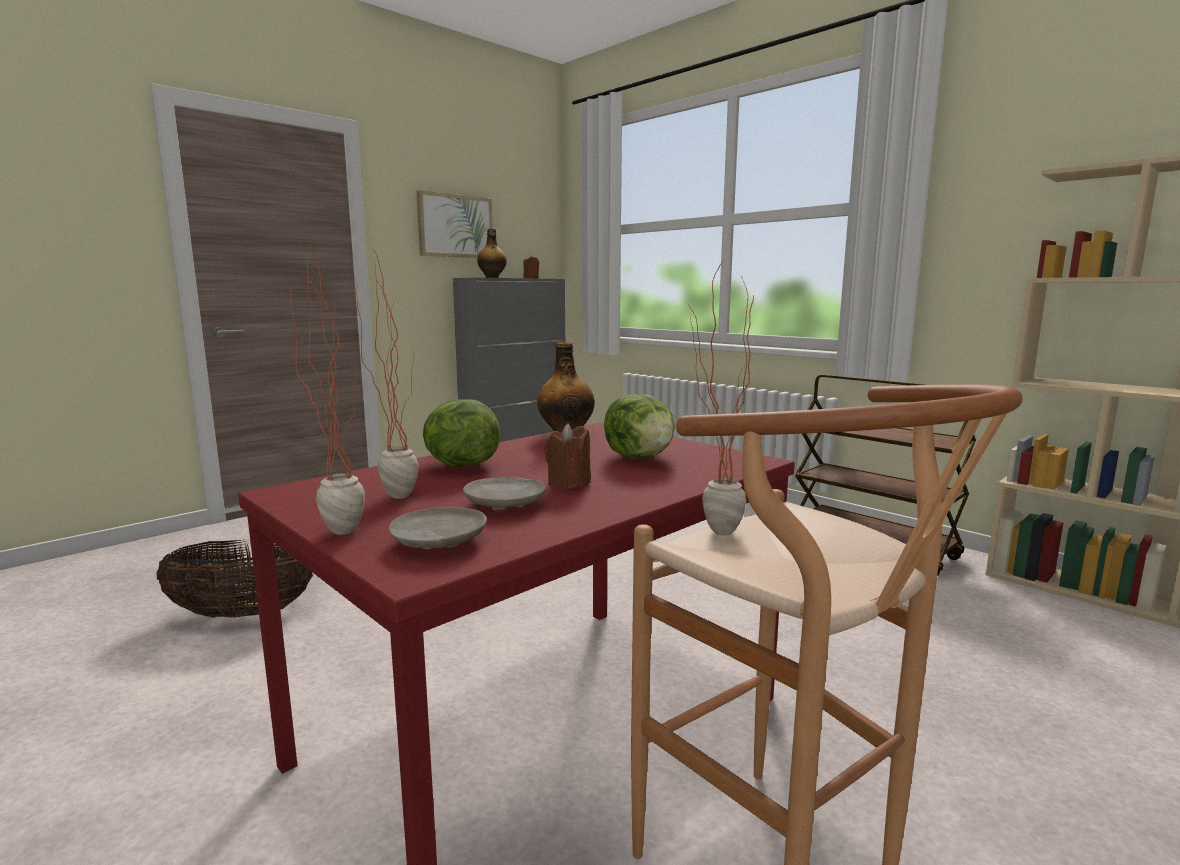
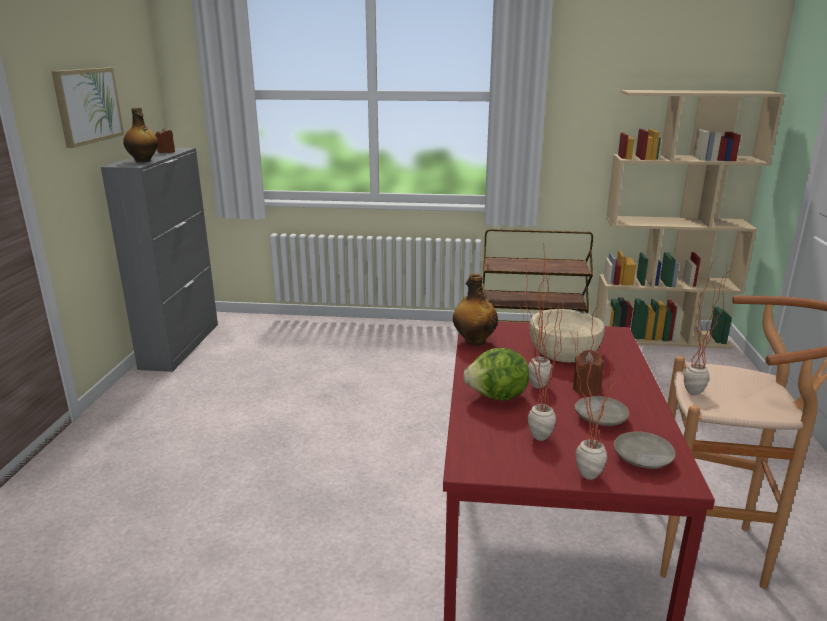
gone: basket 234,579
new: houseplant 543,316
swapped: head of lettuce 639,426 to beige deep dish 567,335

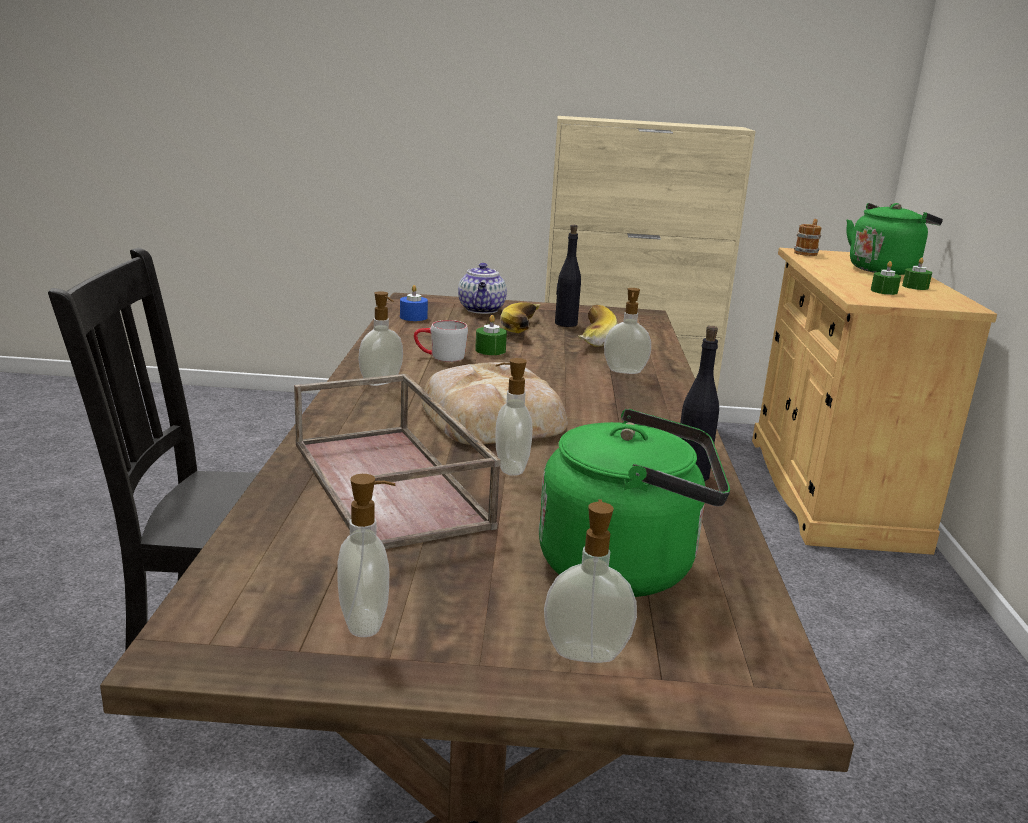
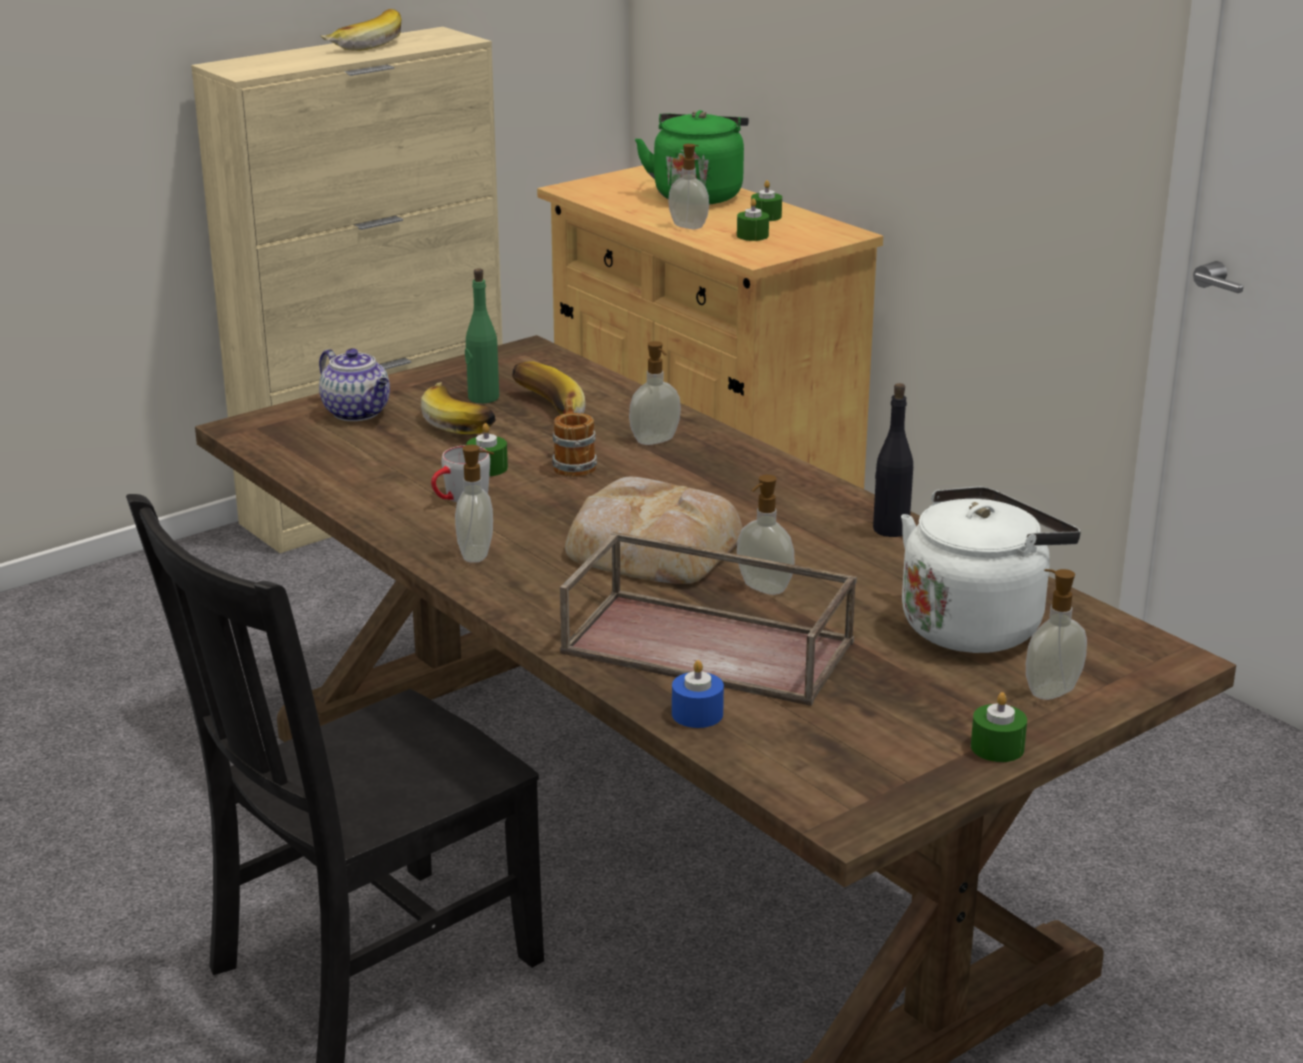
new: banana fruit 361,30; greenish candle 999,727
shifted: soap bottle 366,555 to 688,186; blue candle 414,303 to 698,694; tea mug 808,237 to 574,437
repainted: greenish water kettle 634,503 to white-coloured water kettle 991,569; black drink bottle 568,276 to greenish drink bottle 482,335

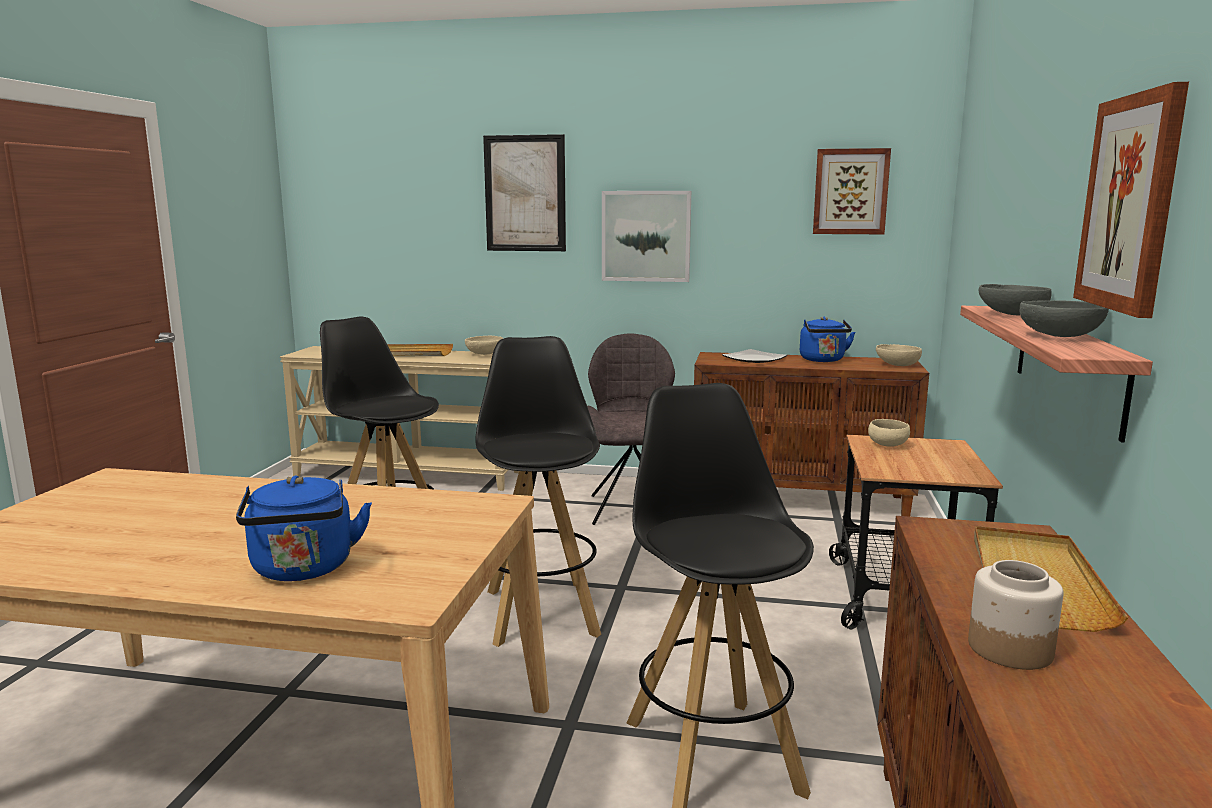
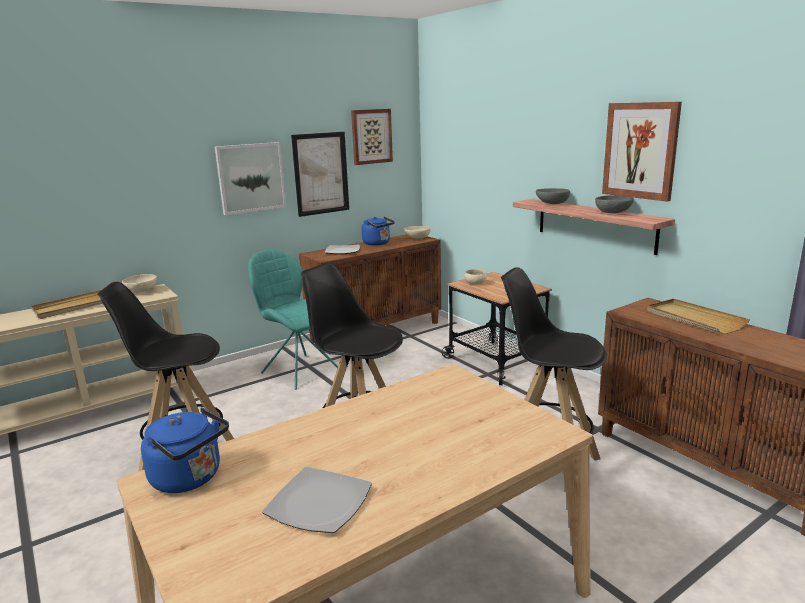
gone: jar 1015,615
new: dinner plate 317,500
shifted: blue water kettle 304,528 to 185,450; picture 524,192 to 320,174
repainted: gray chair 631,429 to turquoise-coloured chair 293,320

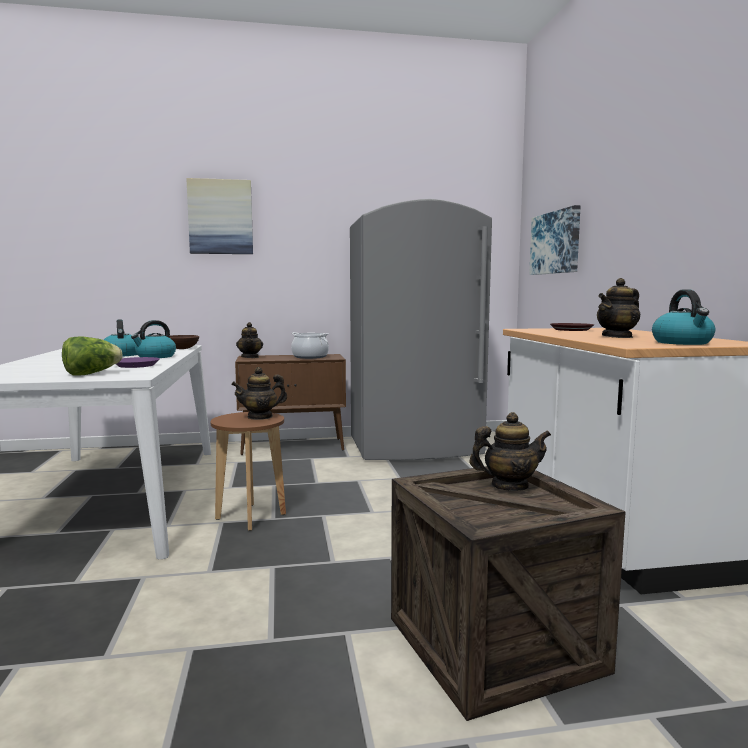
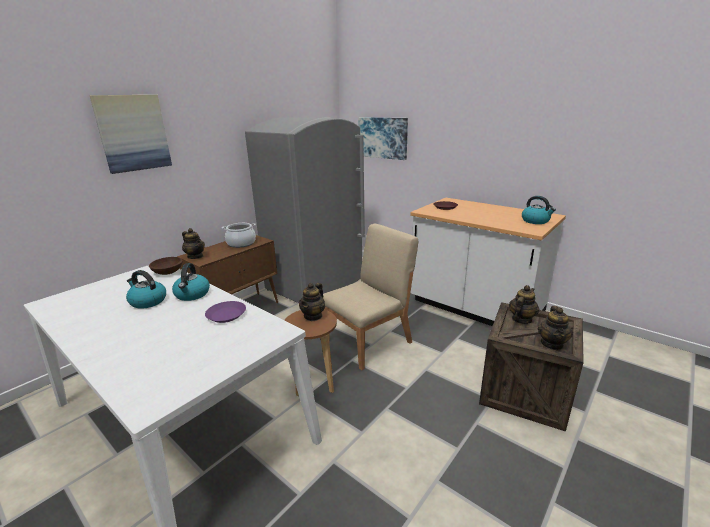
gone: head of lettuce 92,355
new: beige chair 370,296
shifted: pot for tea 618,308 to 555,328

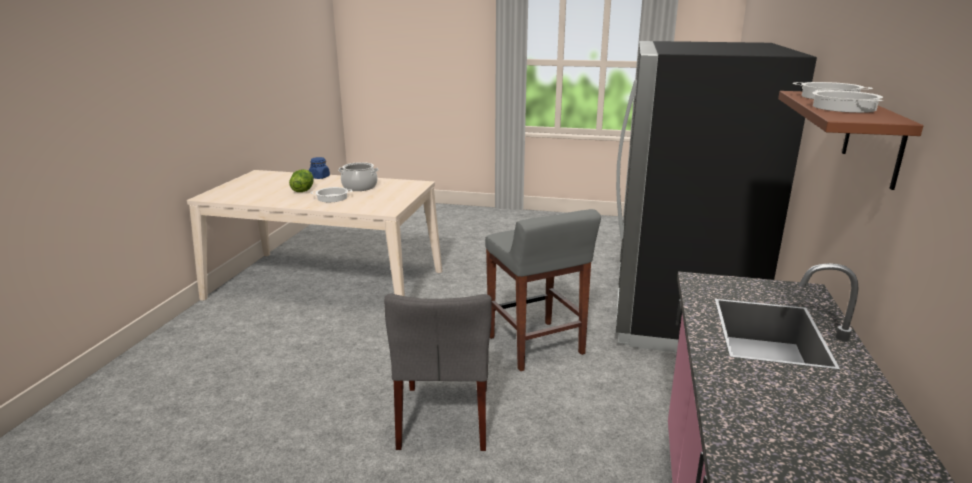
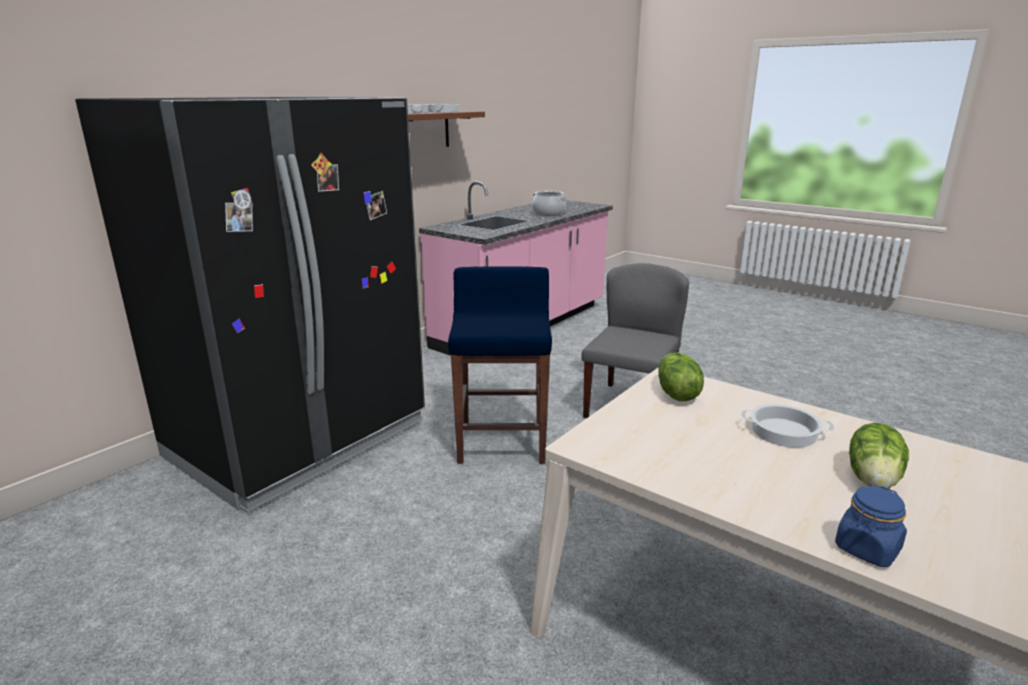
new: head of lettuce 681,377
shifted: saucepot 358,176 to 549,203
repainted: gray stool 543,290 to blue stool 500,365

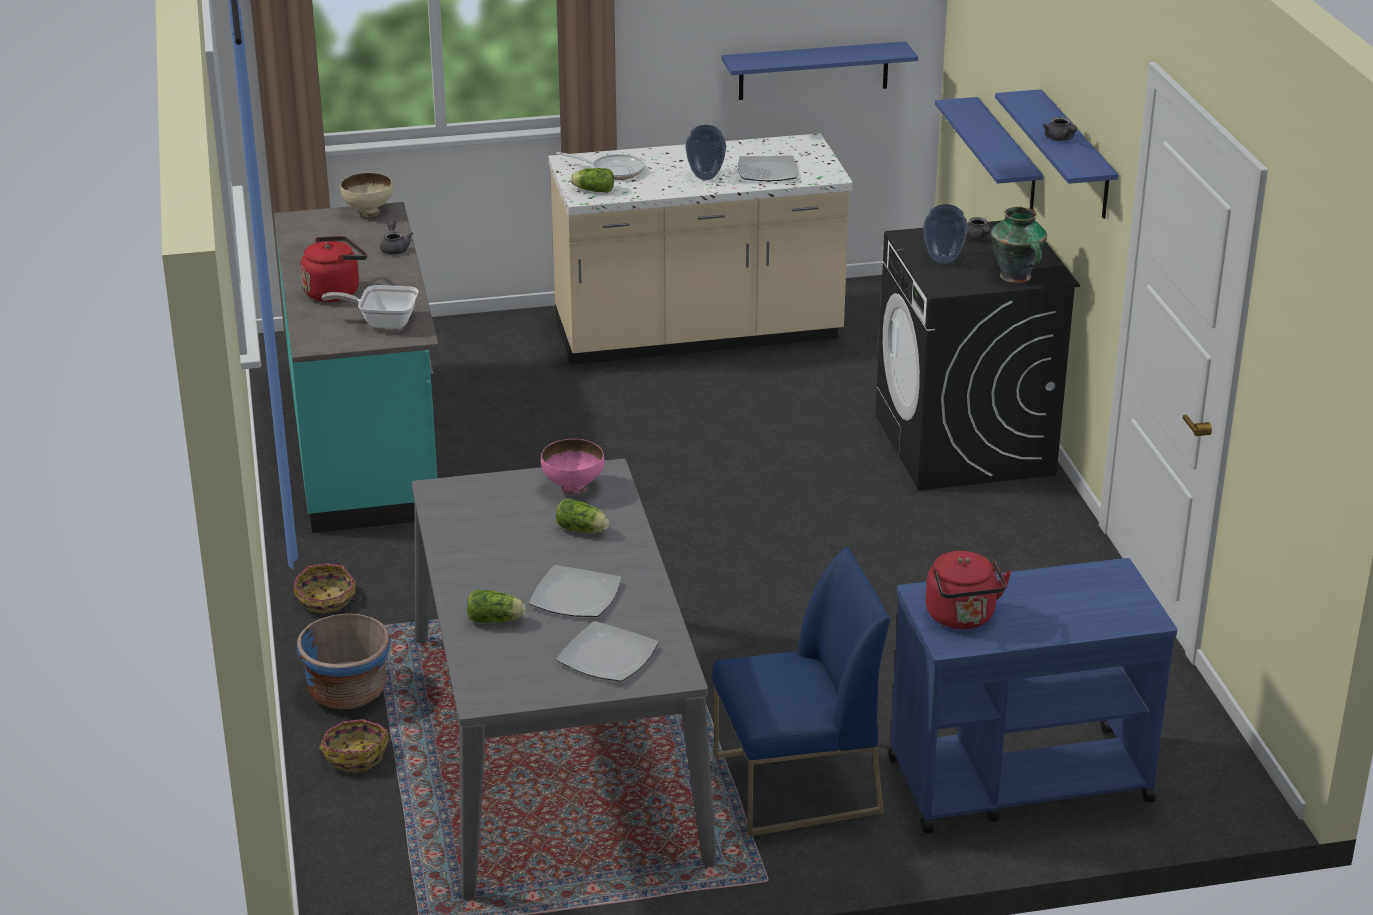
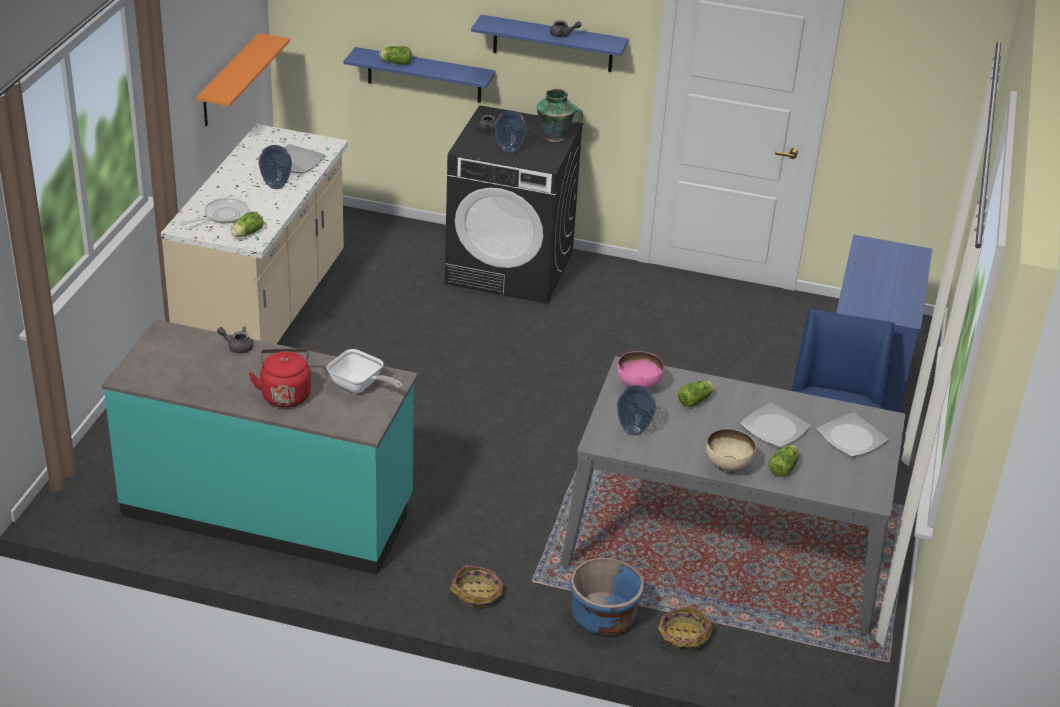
gone: red water kettle 968,590
new: head of lettuce 395,55; decorative vase 636,410
shifted: beige deep dish 367,195 to 731,451
repainted: blue shelf 820,70 to orange shelf 243,79
rotated: frying pan 370,307 = 364,371 90 degrees counterclockwise

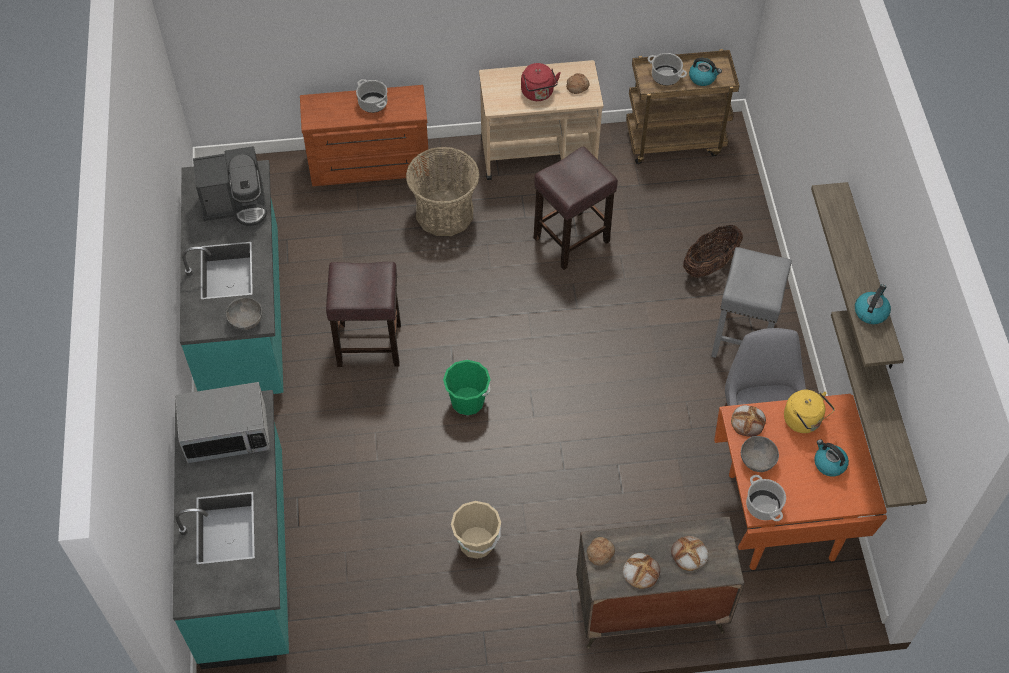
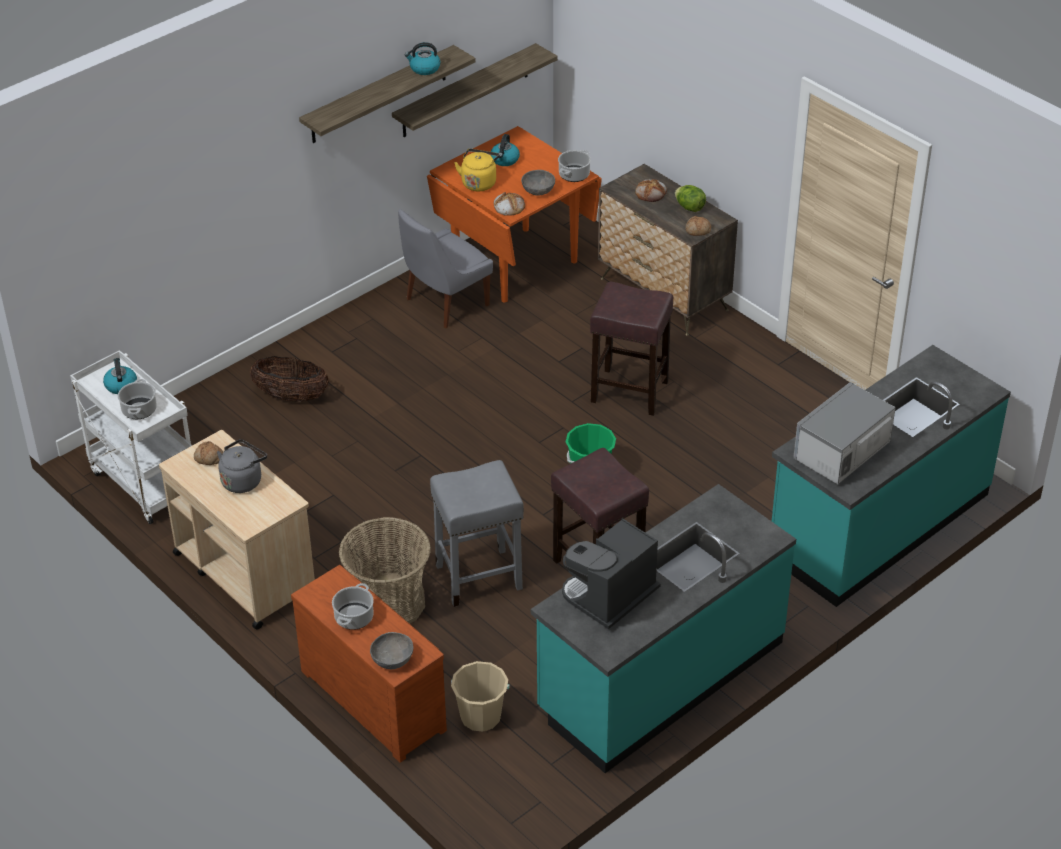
shifted: gray deep dish 244,313 to 391,650; beige bucket 476,530 to 480,696; brown-coloured stool 576,208 to 631,349; gray stool 751,302 to 477,533
swapped: bakery bread 641,571 to head of lettuce 690,198
repainted: red water kettle 541,82 to gray water kettle 242,466; brown-coloured wheeled cart 683,106 to white-coloured wheeled cart 131,437
rotated: microwave 222,422 = 844,433 90 degrees counterclockwise; coffee machine 230,186 = 611,573 90 degrees counterclockwise

